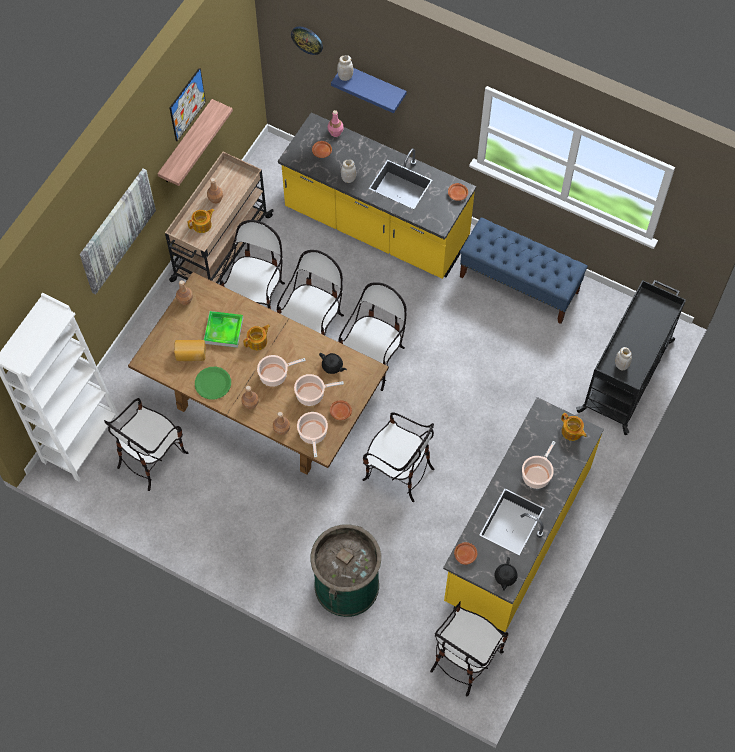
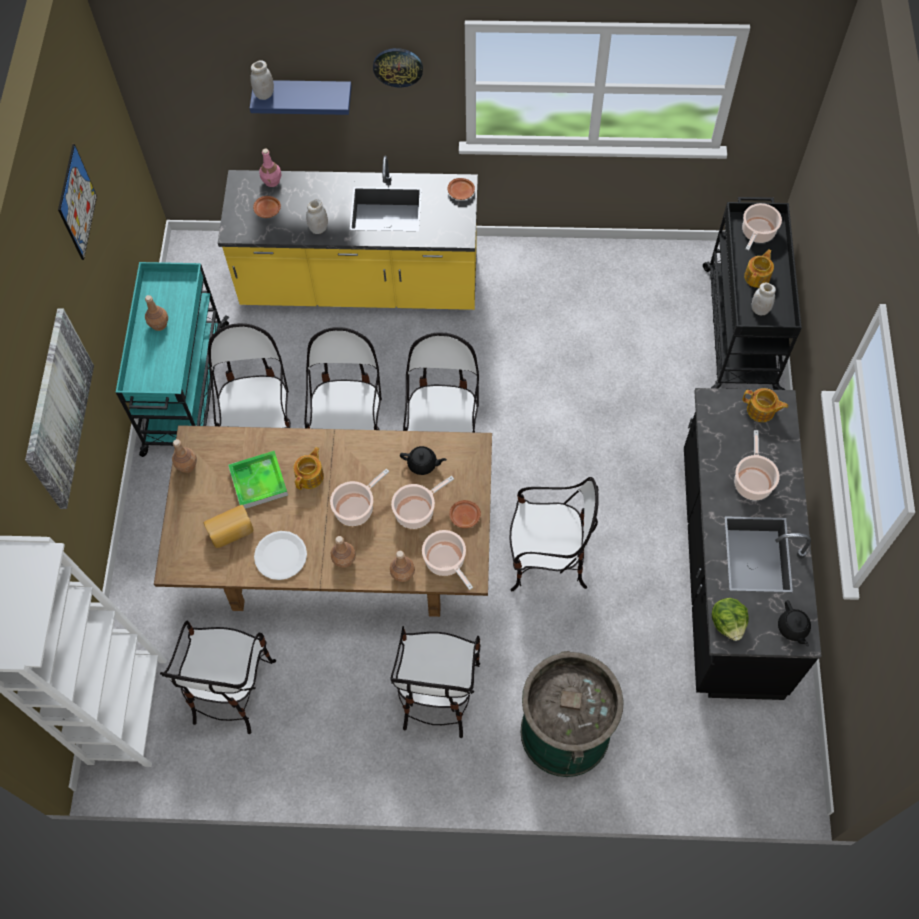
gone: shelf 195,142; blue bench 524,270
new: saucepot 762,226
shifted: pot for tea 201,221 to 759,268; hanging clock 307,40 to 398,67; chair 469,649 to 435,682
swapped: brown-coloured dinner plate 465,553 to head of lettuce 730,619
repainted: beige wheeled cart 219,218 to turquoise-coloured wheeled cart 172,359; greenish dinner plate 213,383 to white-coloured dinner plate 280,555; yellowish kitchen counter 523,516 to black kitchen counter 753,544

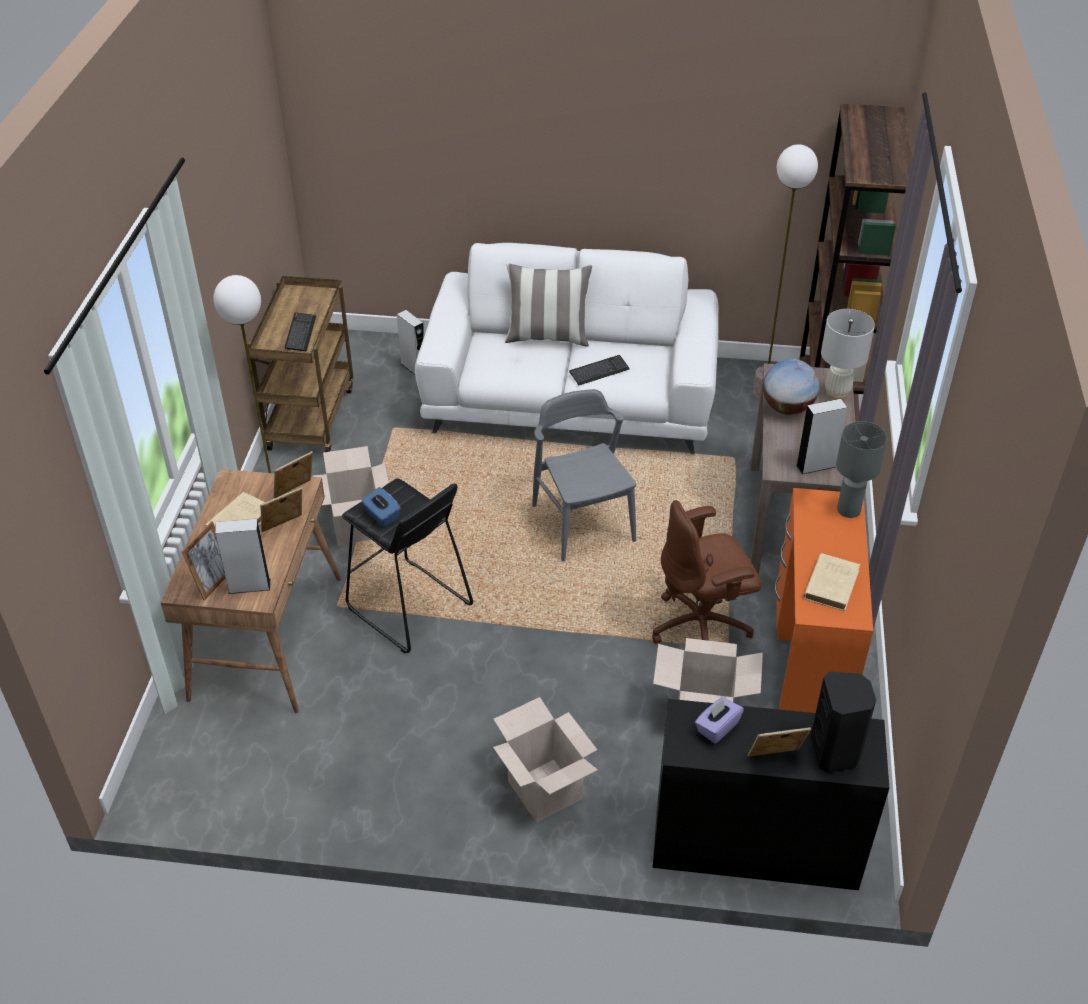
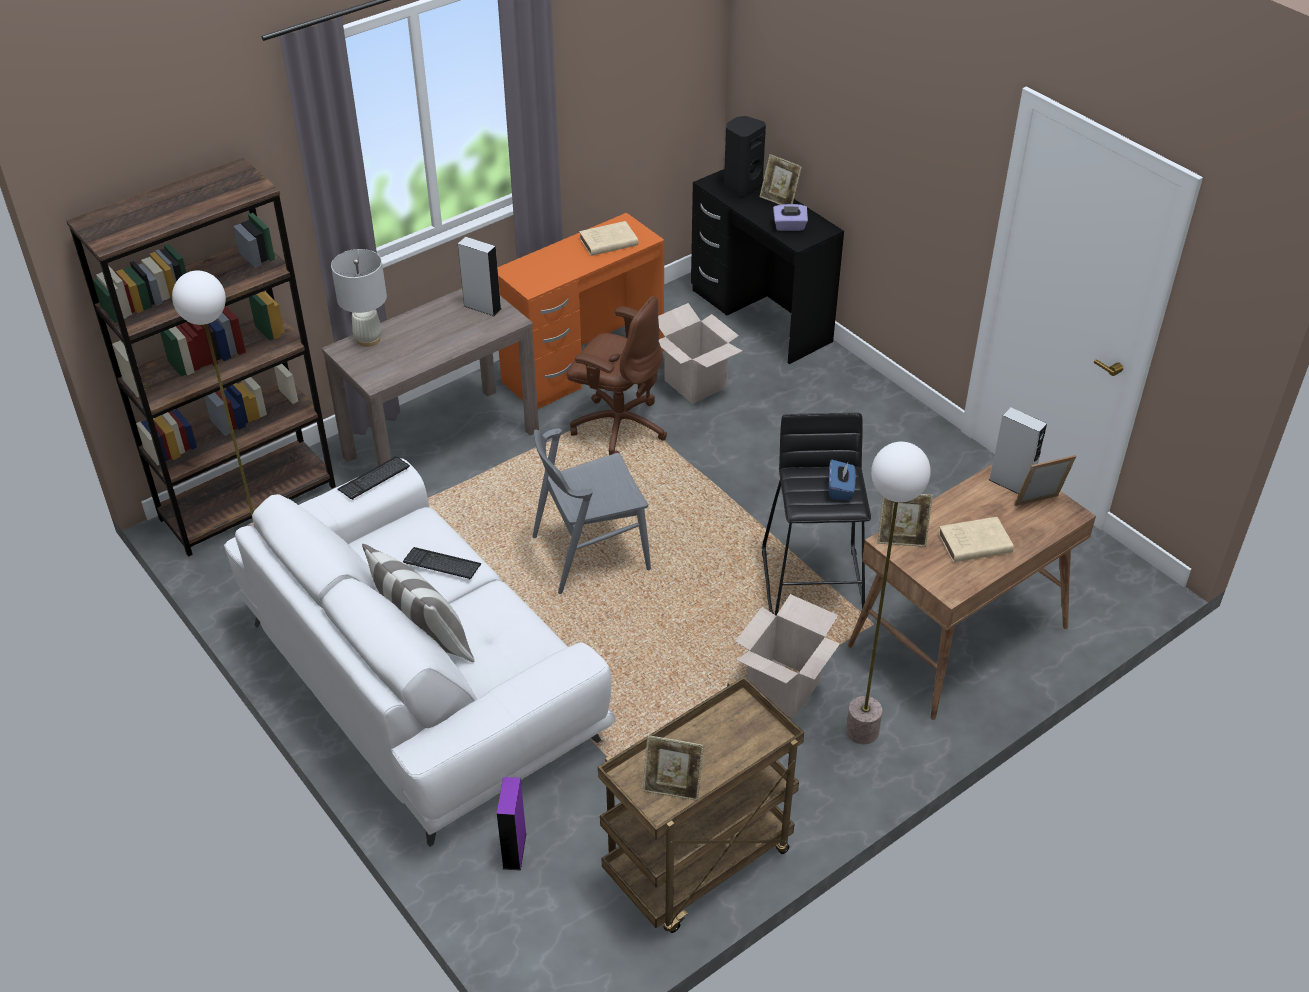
gone: carton 545,759; world globe 791,387; gray lamp for a table 861,469
shifted: standing frame 281,509 to 673,768; PC keyboard 300,332 to 373,478
repainted: gray loudspeaker 410,342 to purplish loudspeaker 512,824
rotated: gray chair 584,475 = 591,511 45 degrees clockwise

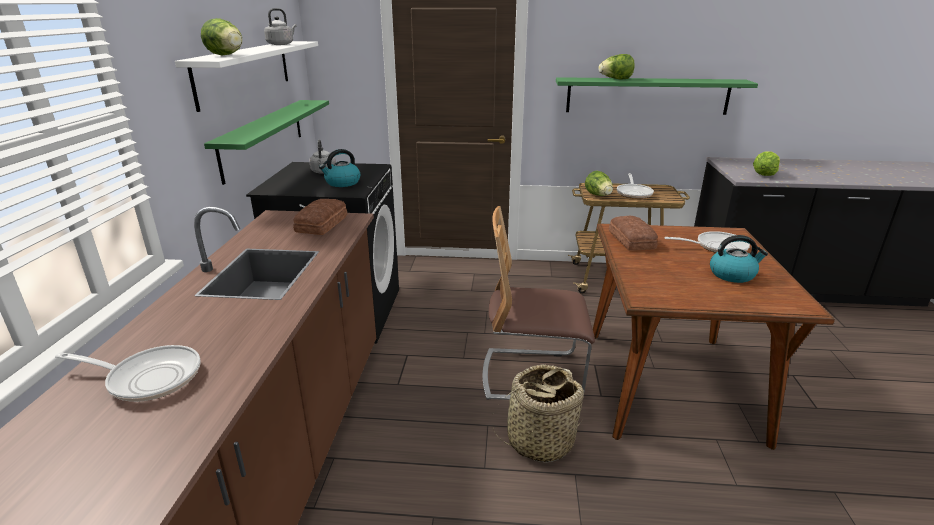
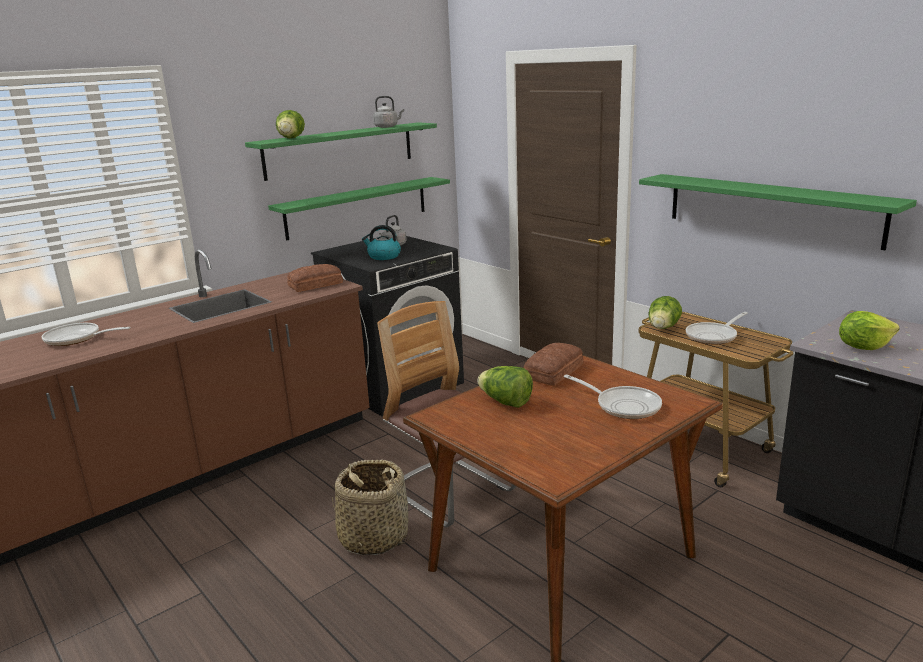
gone: water kettle 739,259
shifted: head of lettuce 616,66 to 505,387
repainted: white-coloured shelf 246,76 to greenish shelf 341,151
rotated: frying pan 128,373 = 86,334 135 degrees clockwise

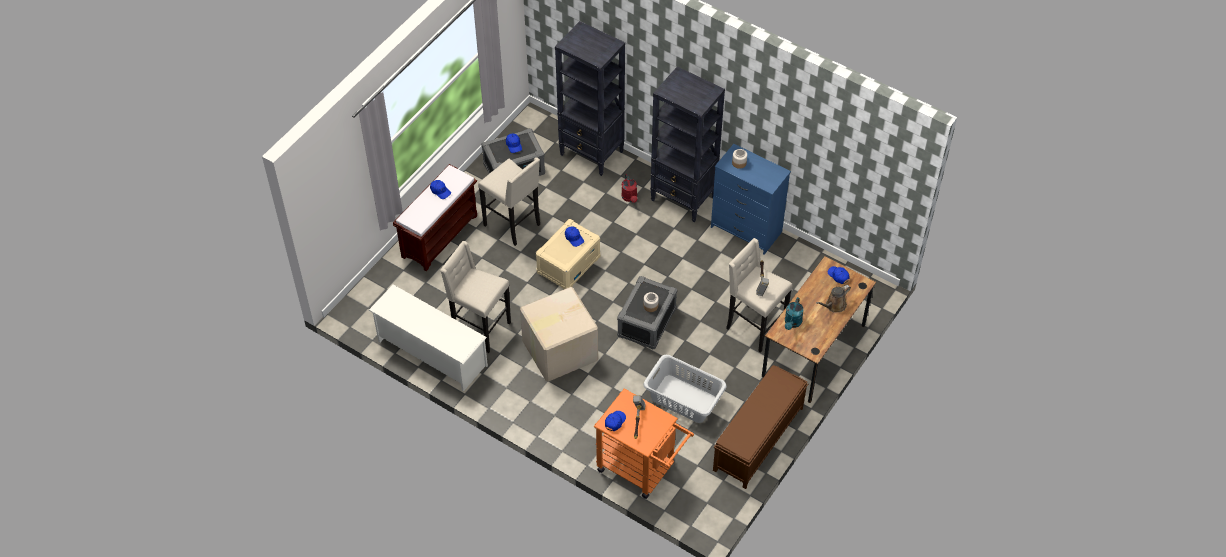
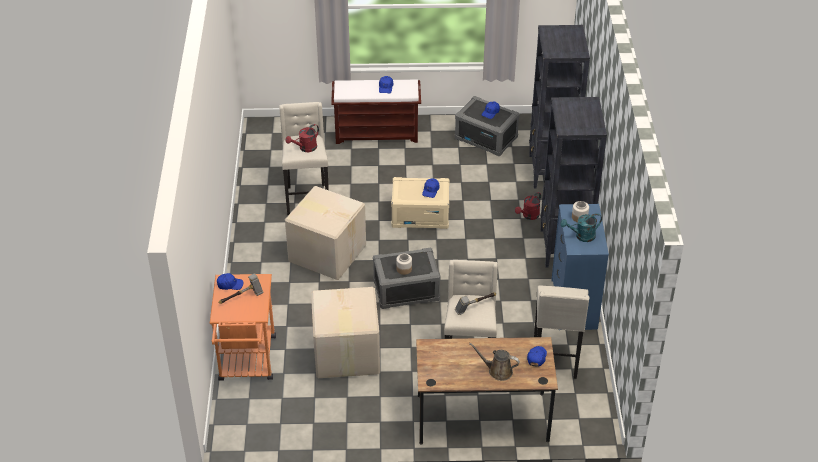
gone: white-coloured shoe stand 428,338; brown-coloured bench 760,427
new: red sprinkling can 302,138
shifted: beige stool 509,201 to 562,332; turquoise-coloured sprinkling can 794,313 to 581,227
swapped: gray laundry basket 685,389 to carton 345,332

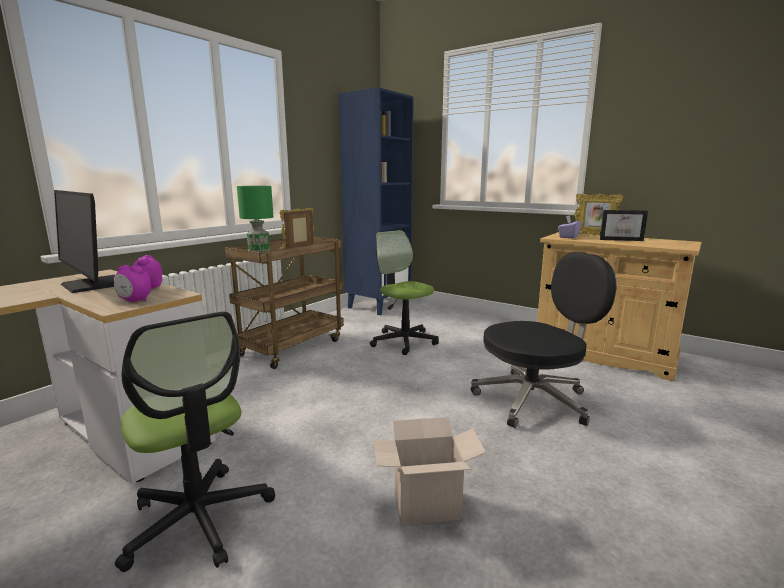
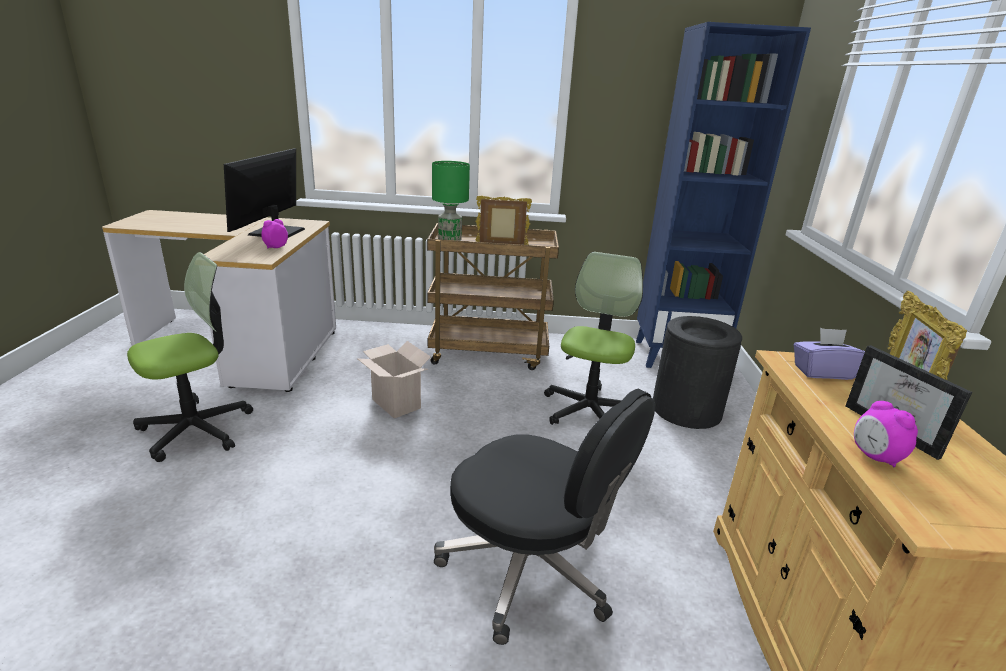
new: black trash can 697,372
shifted: table clock 132,283 to 886,434; carton 429,471 to 394,379
rotated: desk chair 195,441 = 190,357 150 degrees counterclockwise

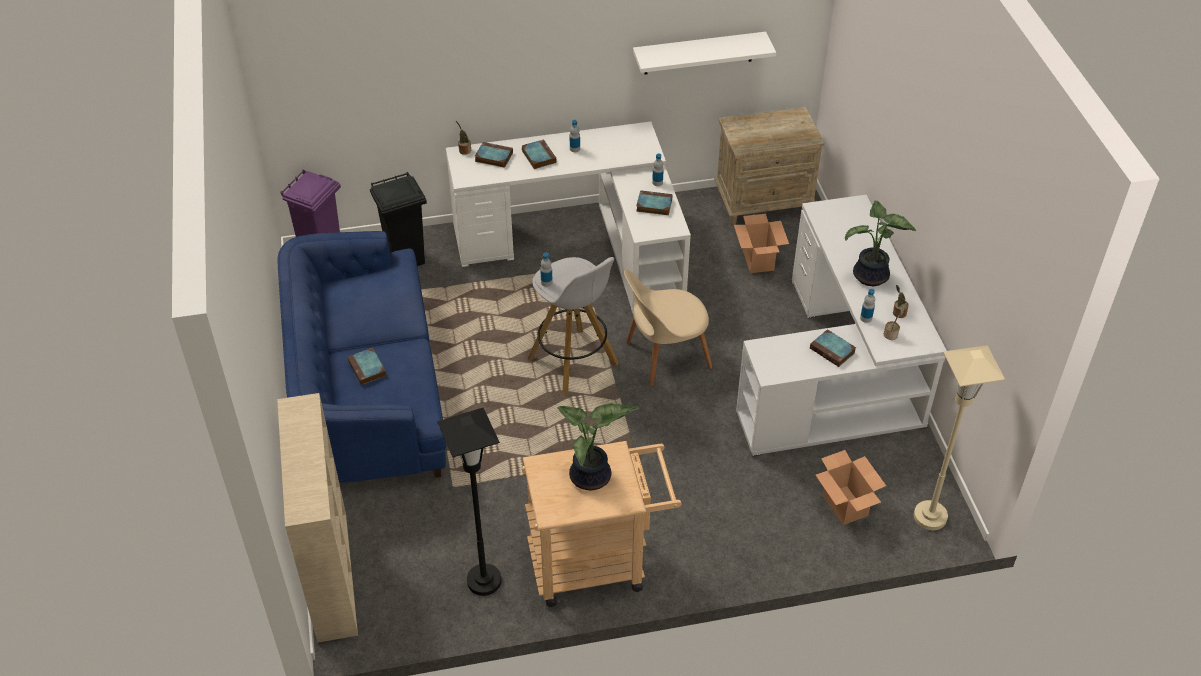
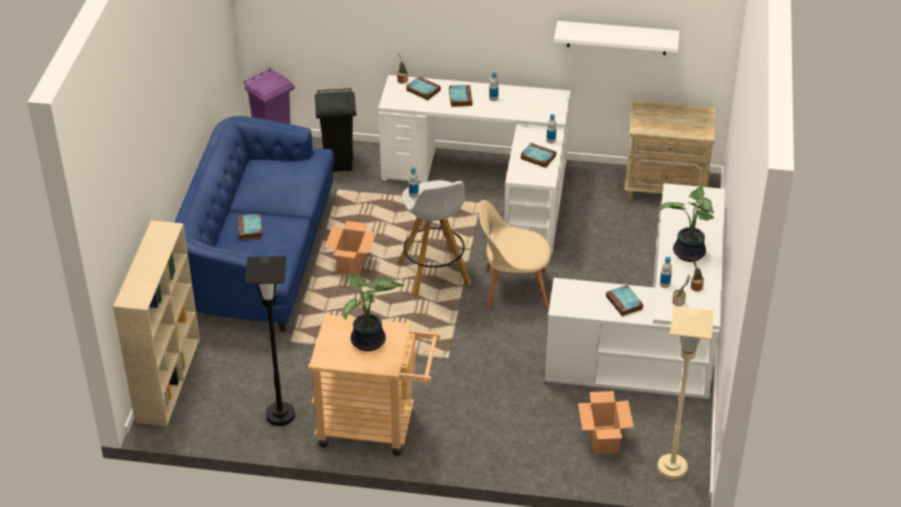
shifted: carton 761,243 to 350,248

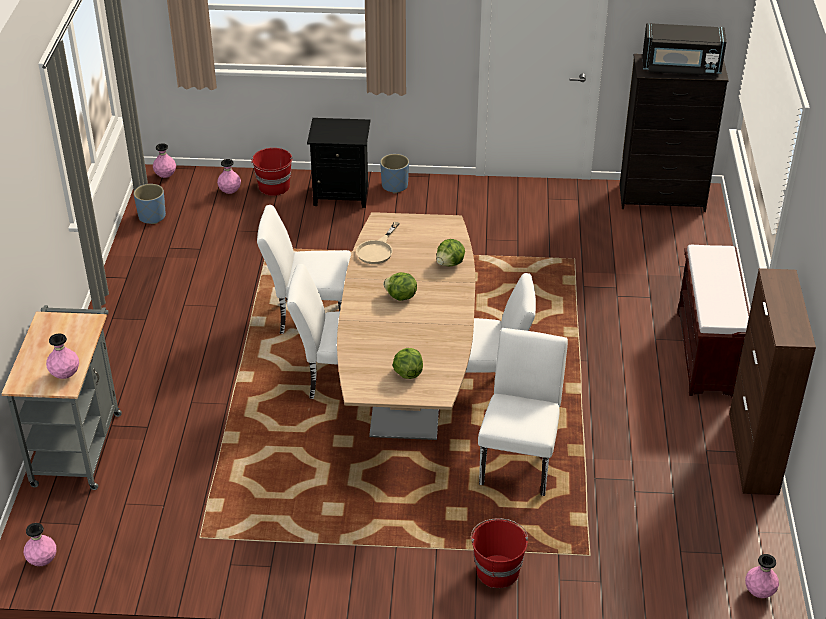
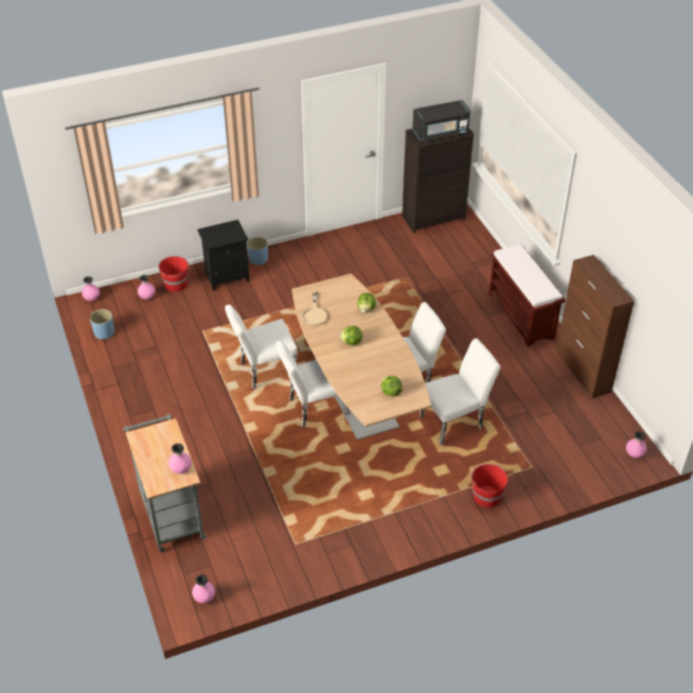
rotated: white-coloured chair 523,412 = 460,392 75 degrees clockwise

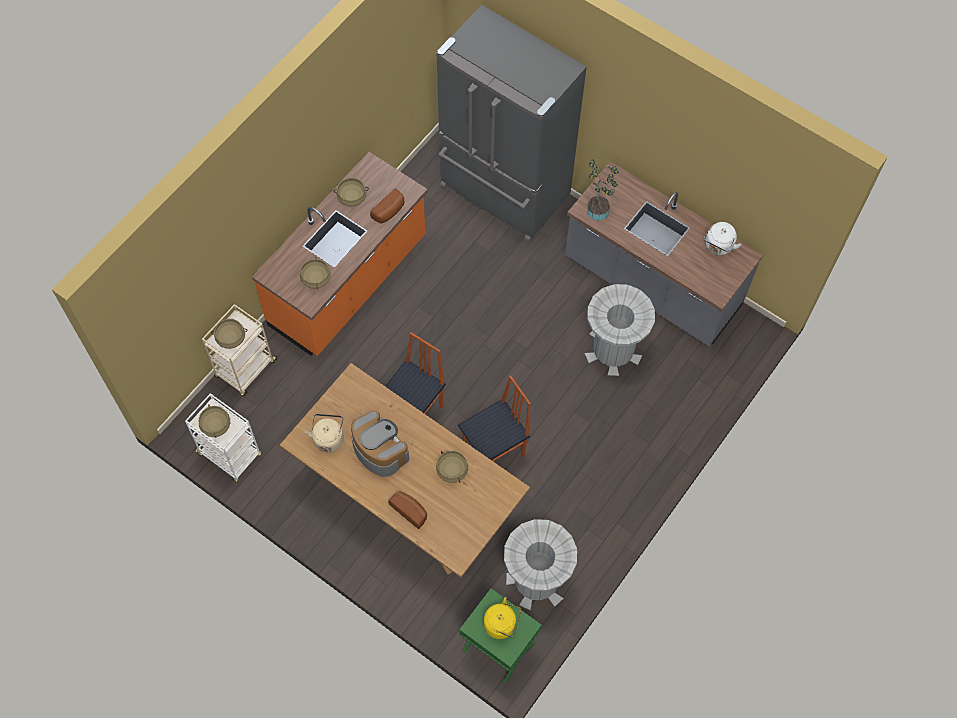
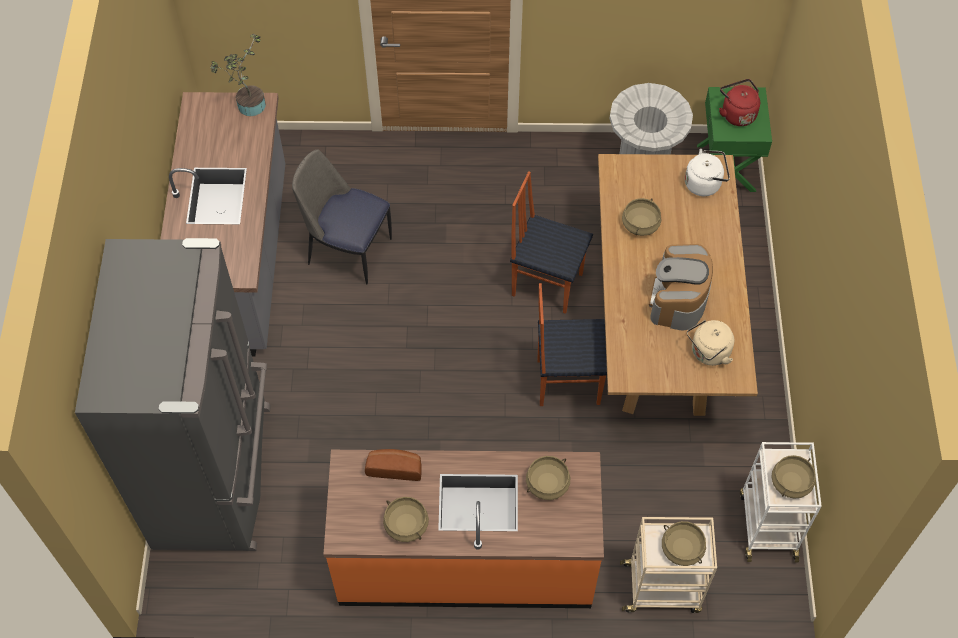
gone: bakery bread 407,510
shifted: houseplant 603,190 to 238,75; white-coloured water kettle 723,238 to 707,172
swapped: gray trash can 620,330 to chair 342,217
repainted: yellowish water kettle 502,618 to red water kettle 739,102

